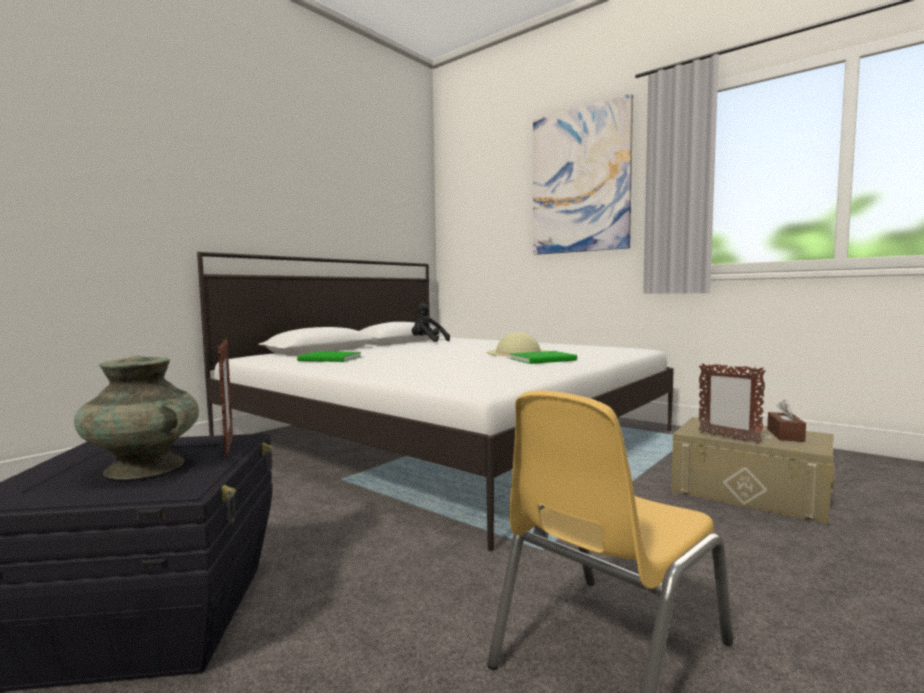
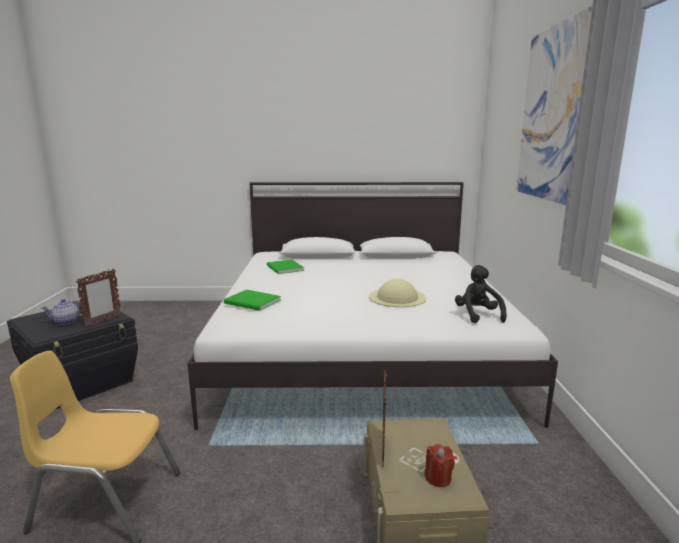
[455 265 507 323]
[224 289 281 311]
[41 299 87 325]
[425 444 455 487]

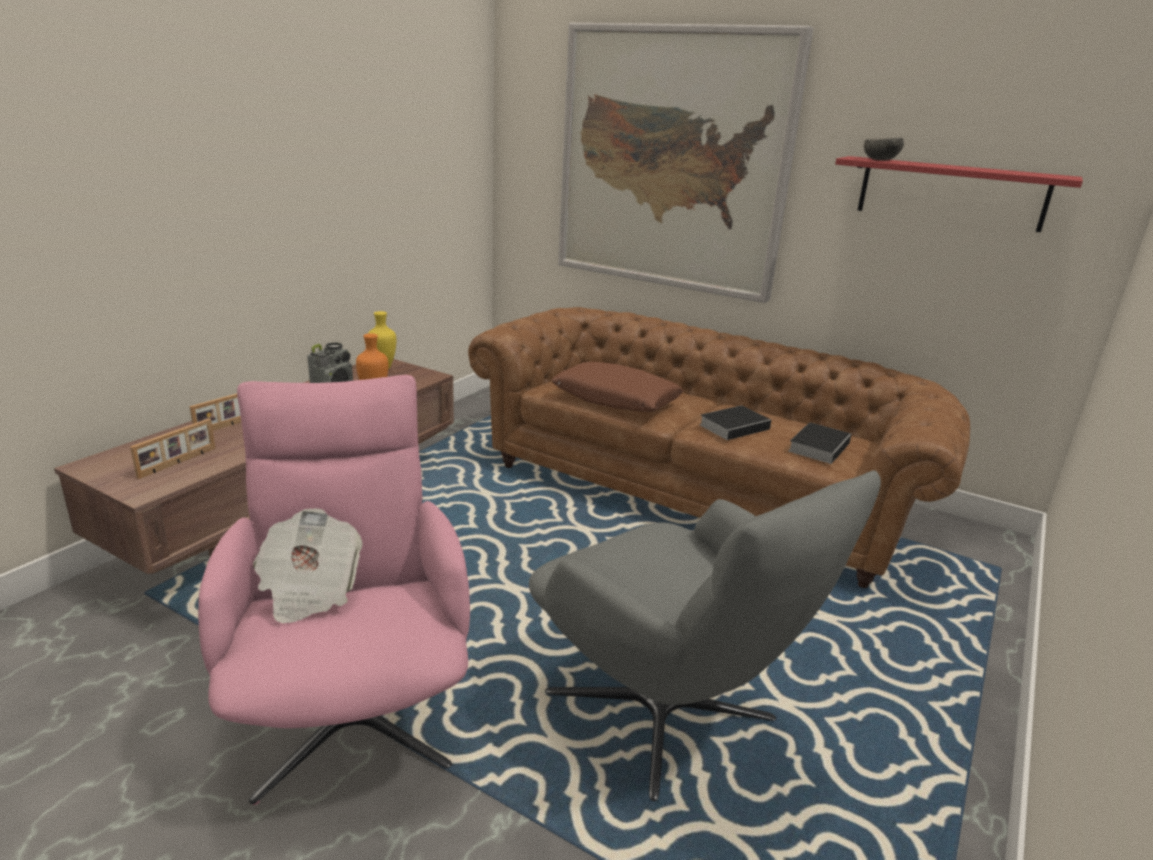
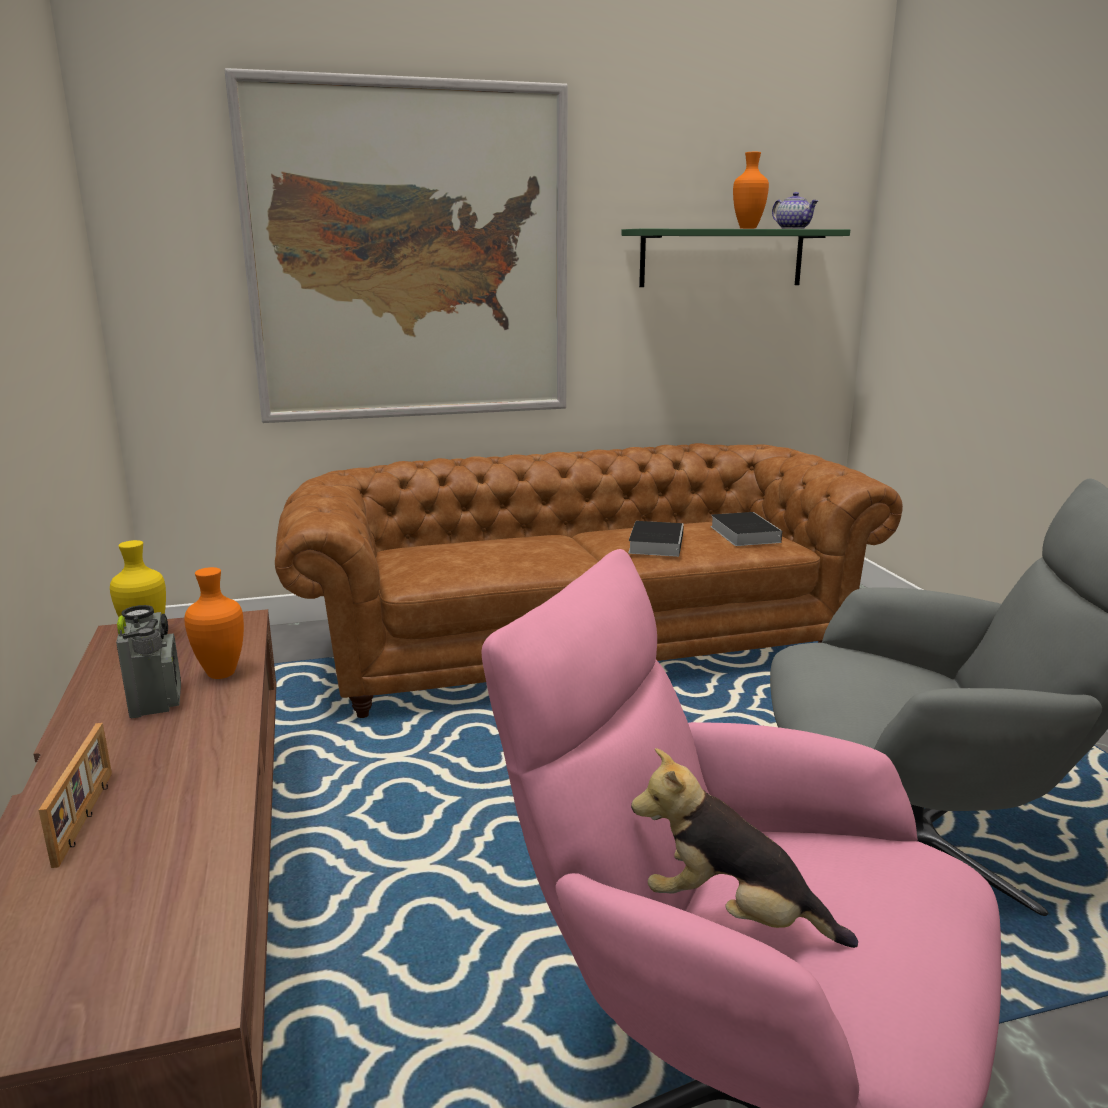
[130 419 216 479] (first image)
[551 362 684 412] (first image)
[864 138 904 160] (first image)
[733 152 769 229]
[772 192 818 229]
[631 748 858 948]
[621 229 850 287]

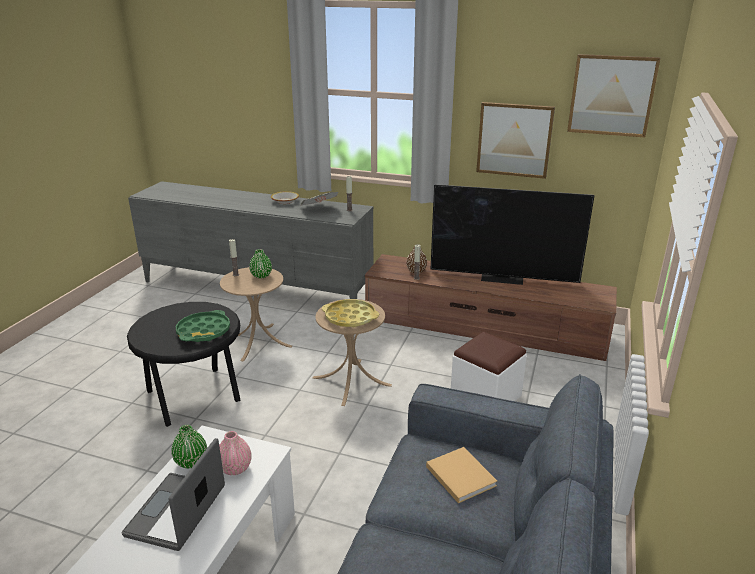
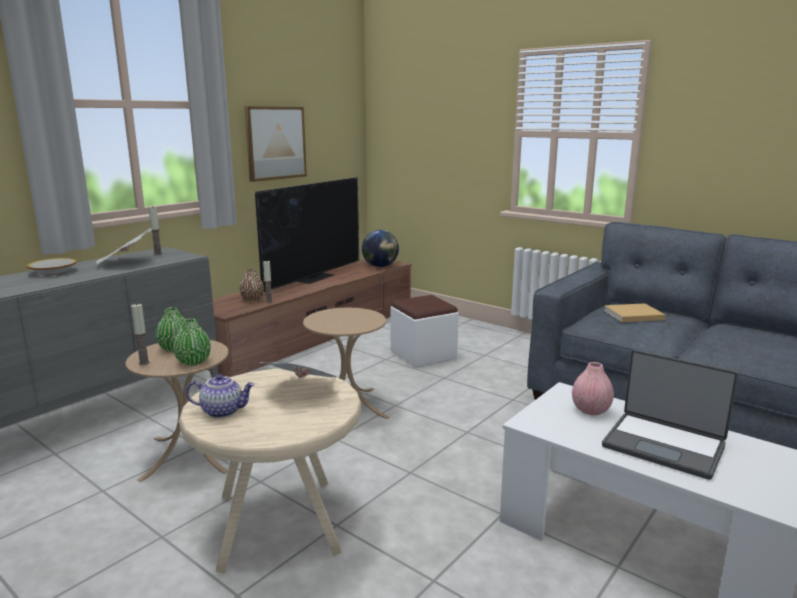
[322 299 379 327] (first image)
[567 54 660 137] (first image)
[186 374 255 418]
[362 230 399 267]
[173 318 211 366]
[260 362 338 378]
[179 369 361 574]

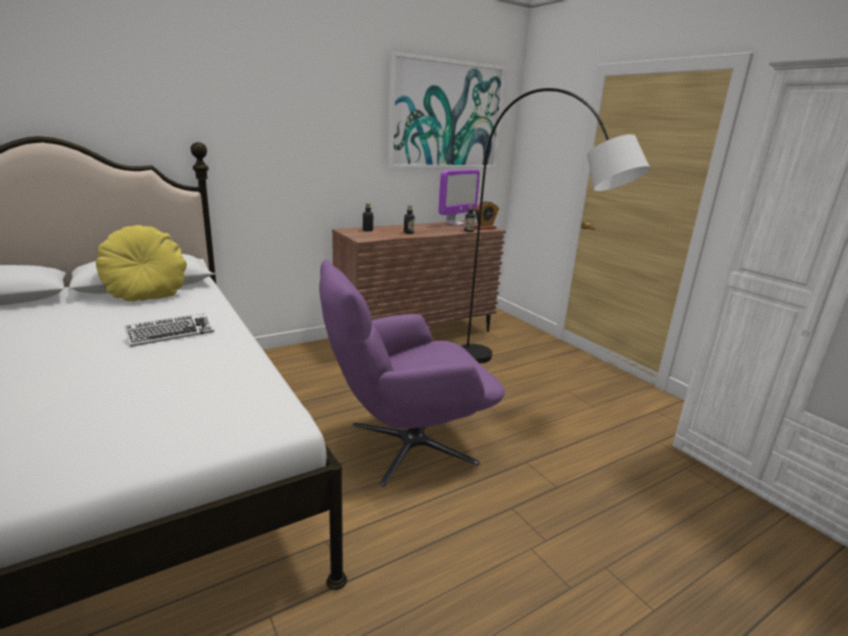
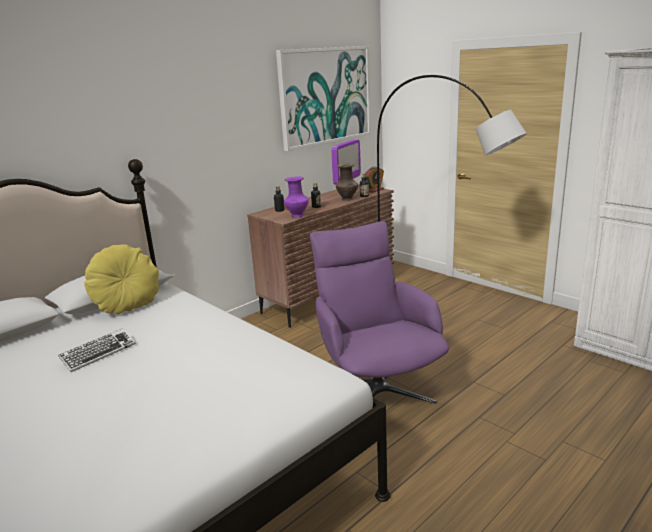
[284 176 309 217]
[336 163 358 201]
[58 328 136 372]
[310 221 449 404]

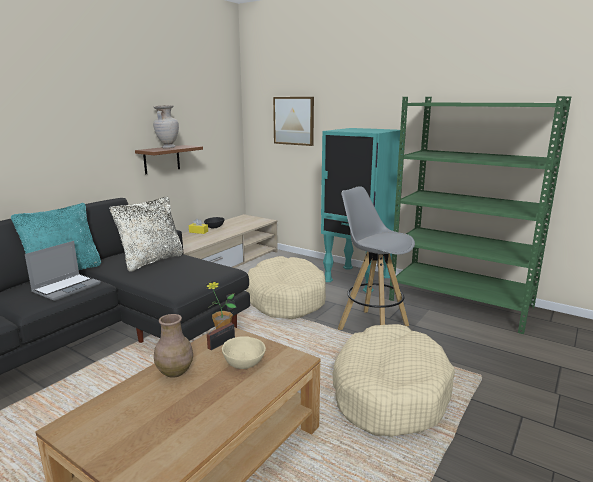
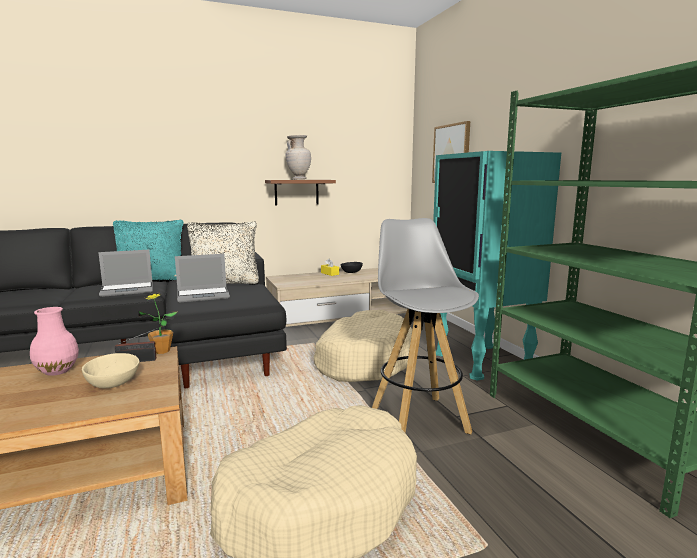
[175 254 230 302]
[30 307 79 376]

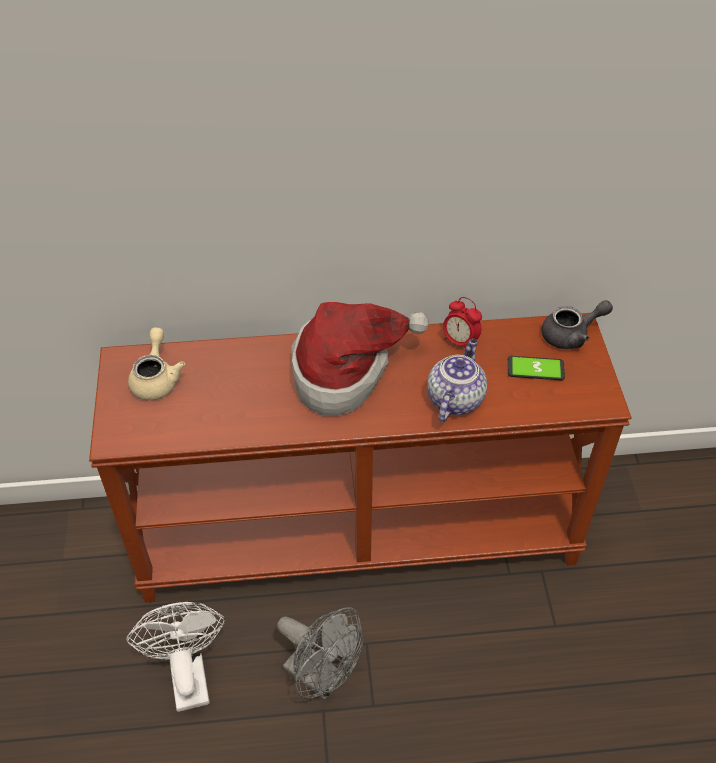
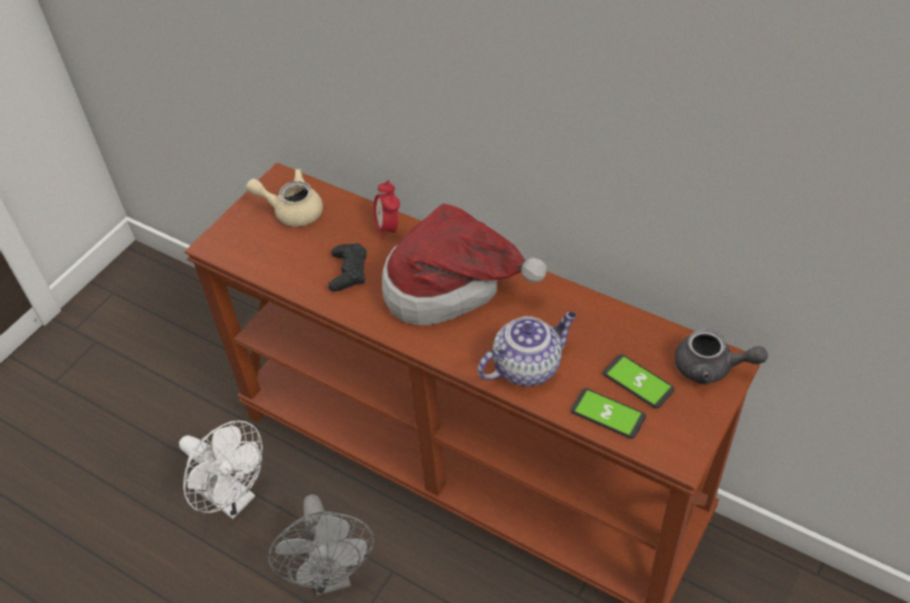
[328 243 367 292]
[571 388 646 439]
[374 180 400 240]
[179 421 263 519]
[246 168 323 227]

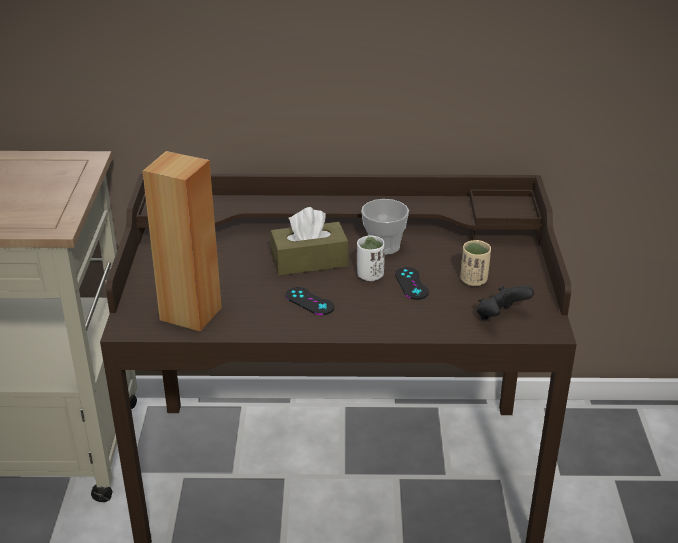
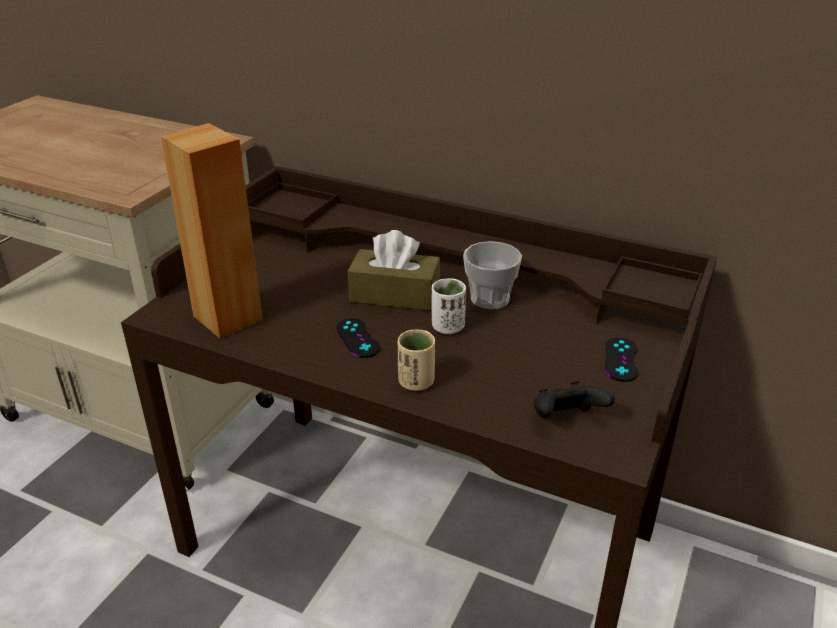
[605 338 638 382]
[398 329 435 391]

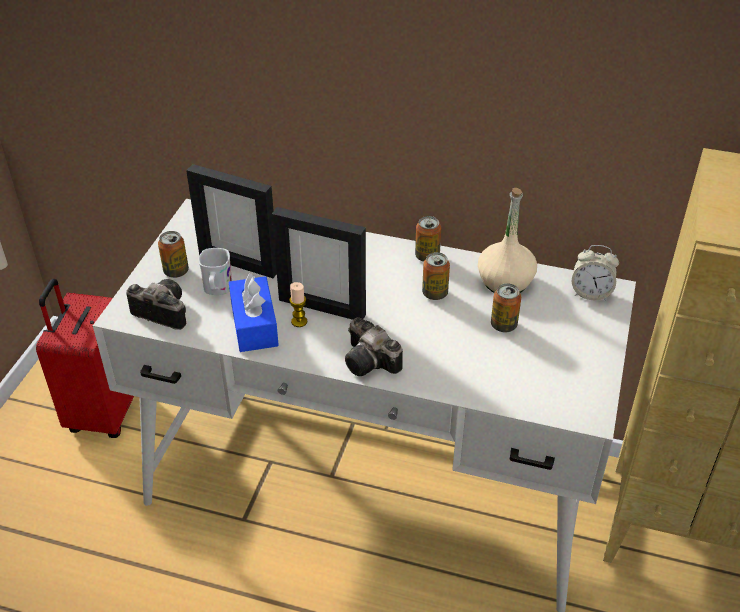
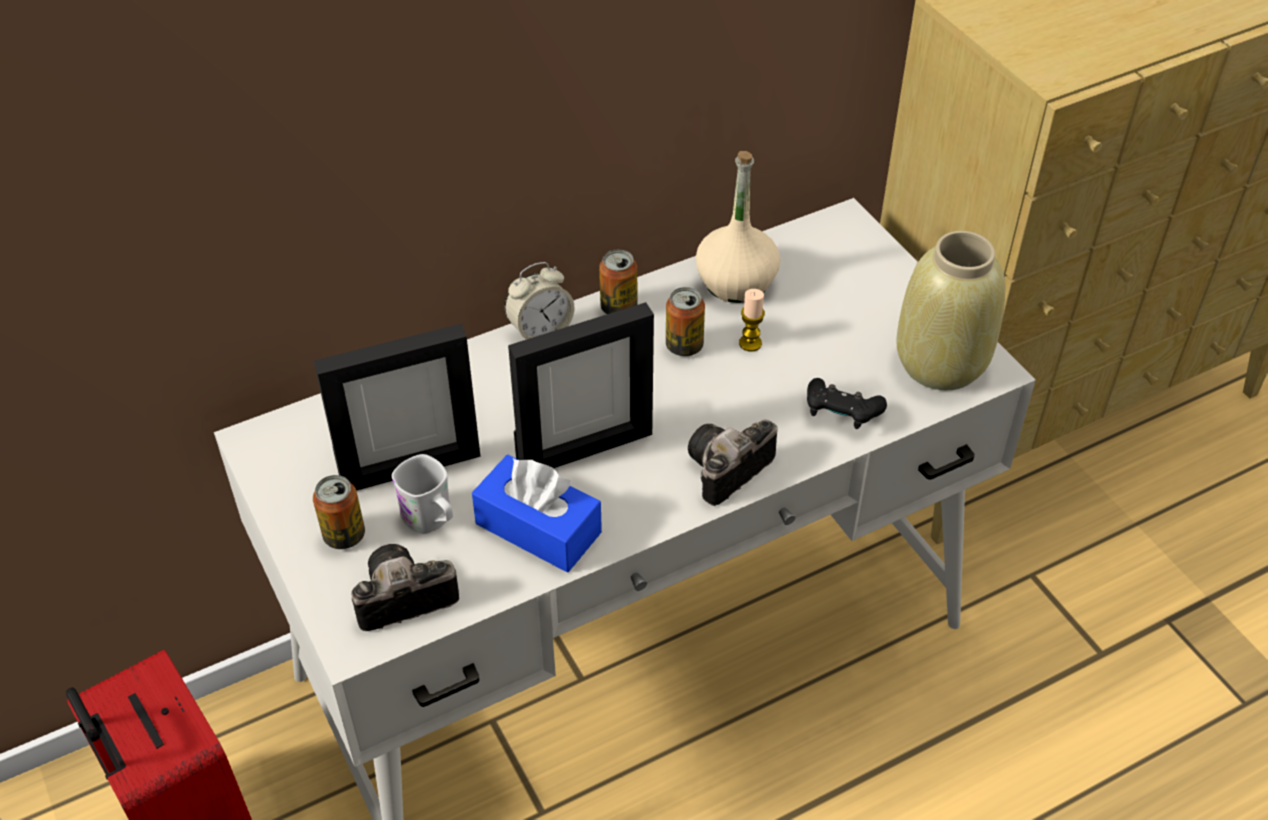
[491 283 521 332] (first image)
[807 378 887 429]
[896 231 1005 390]
[739 289 765 352]
[505 262 574 340]
[688 419 778 506]

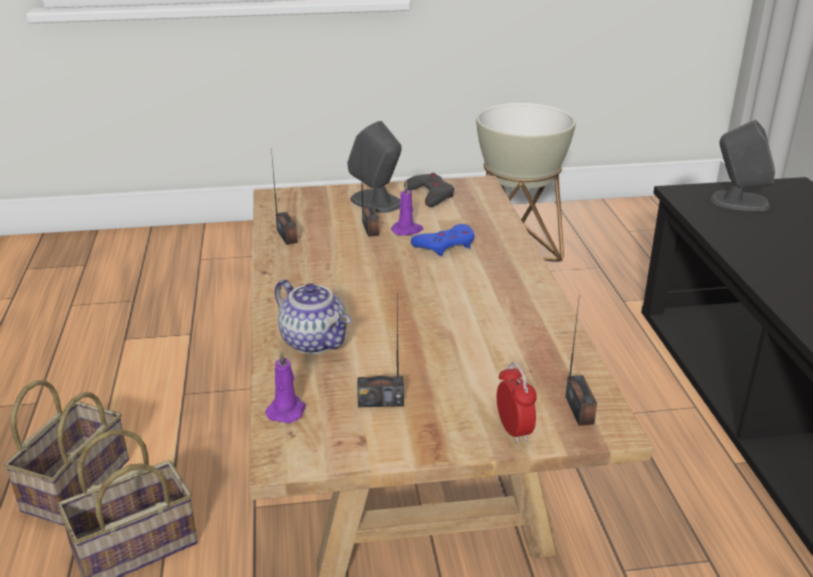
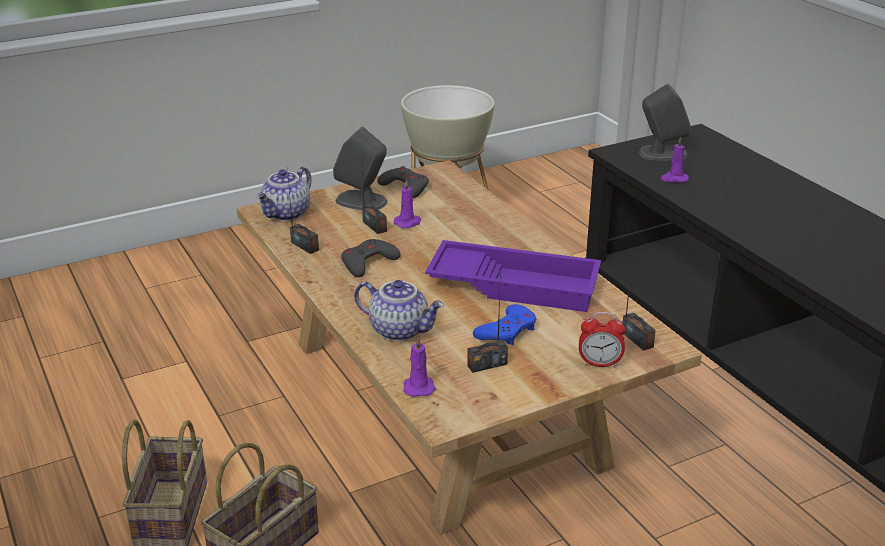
[256 166 312 221]
[341 239 401 277]
[425 240 601 312]
[660 137 689 183]
[473 304 536 345]
[579 312 625 368]

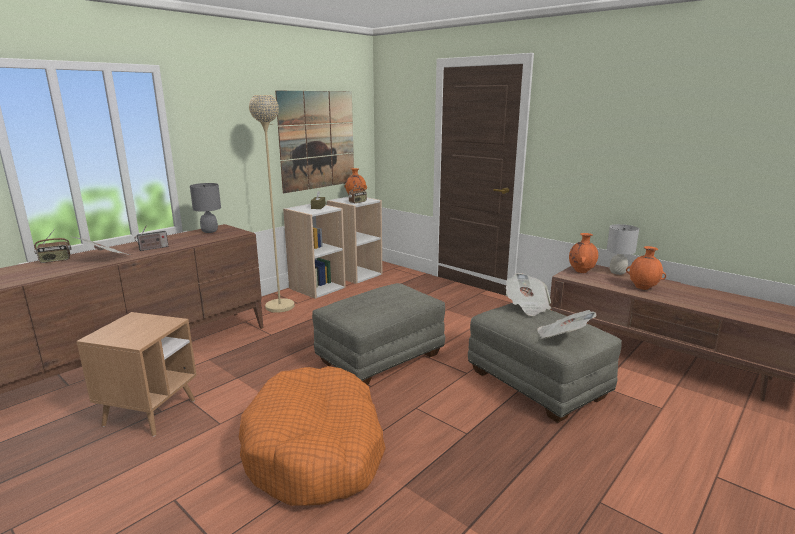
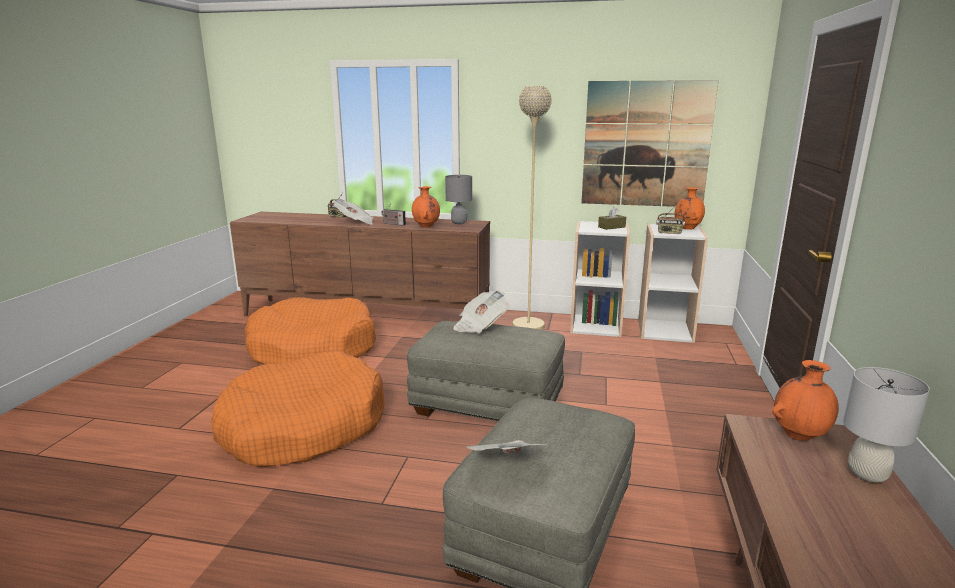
[453 290 509 334]
[412 186 440 228]
[244 297 376 364]

